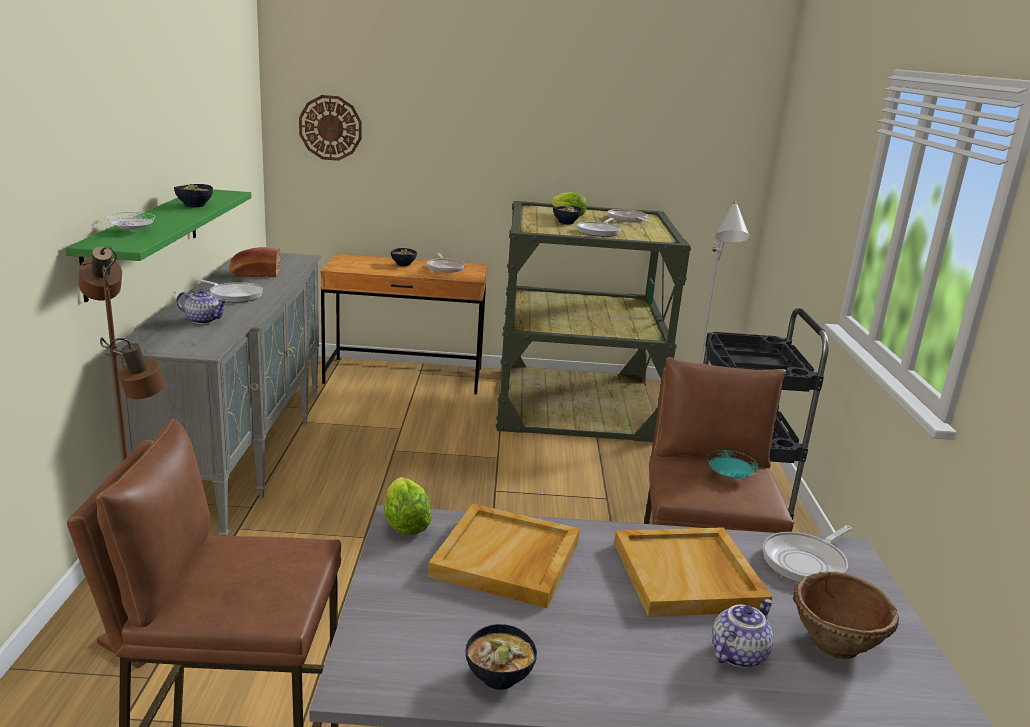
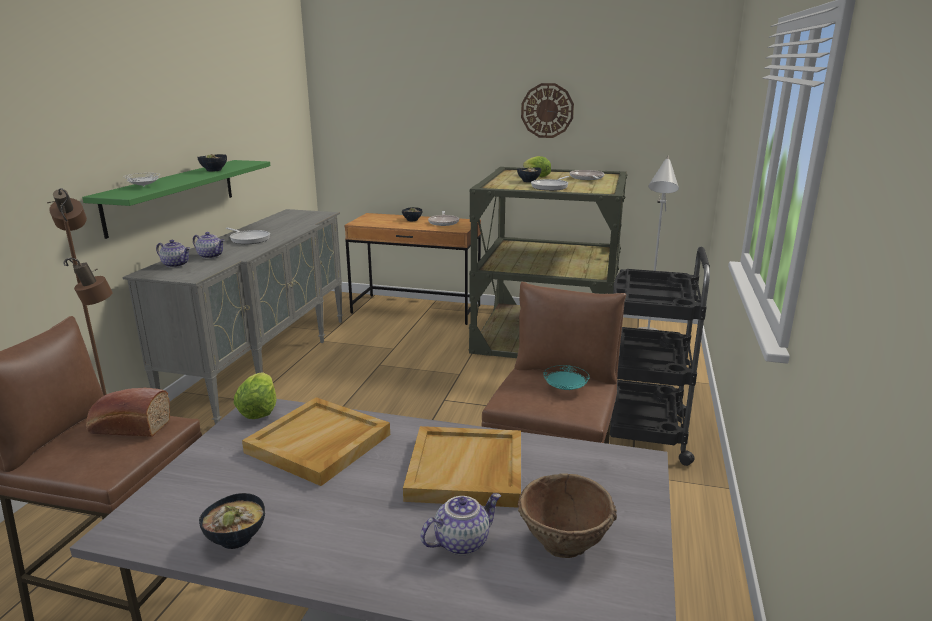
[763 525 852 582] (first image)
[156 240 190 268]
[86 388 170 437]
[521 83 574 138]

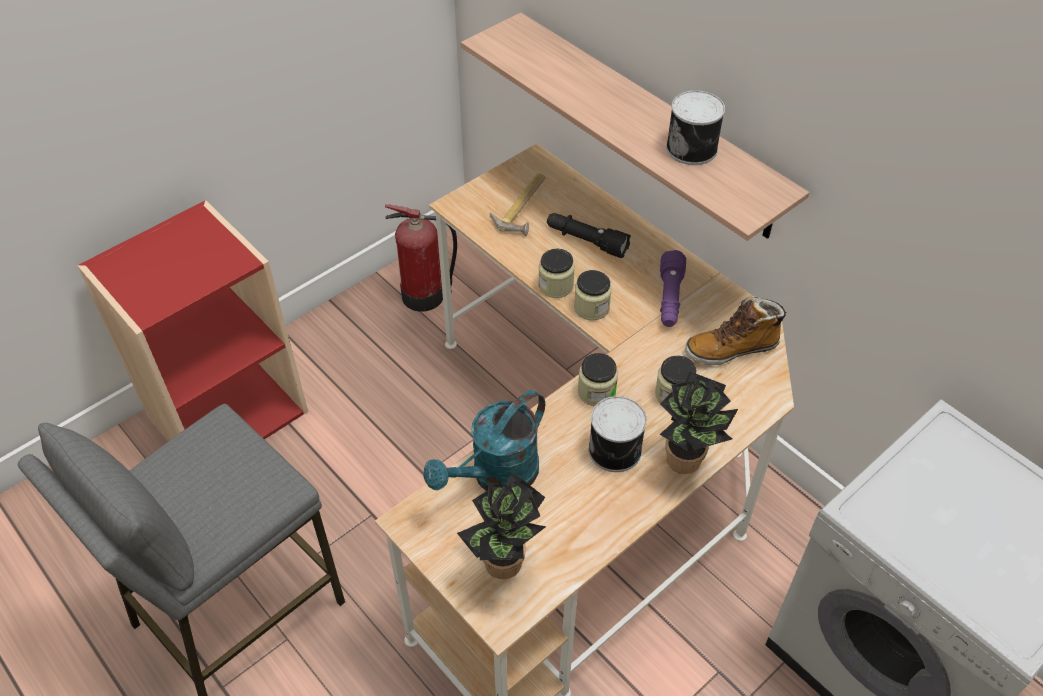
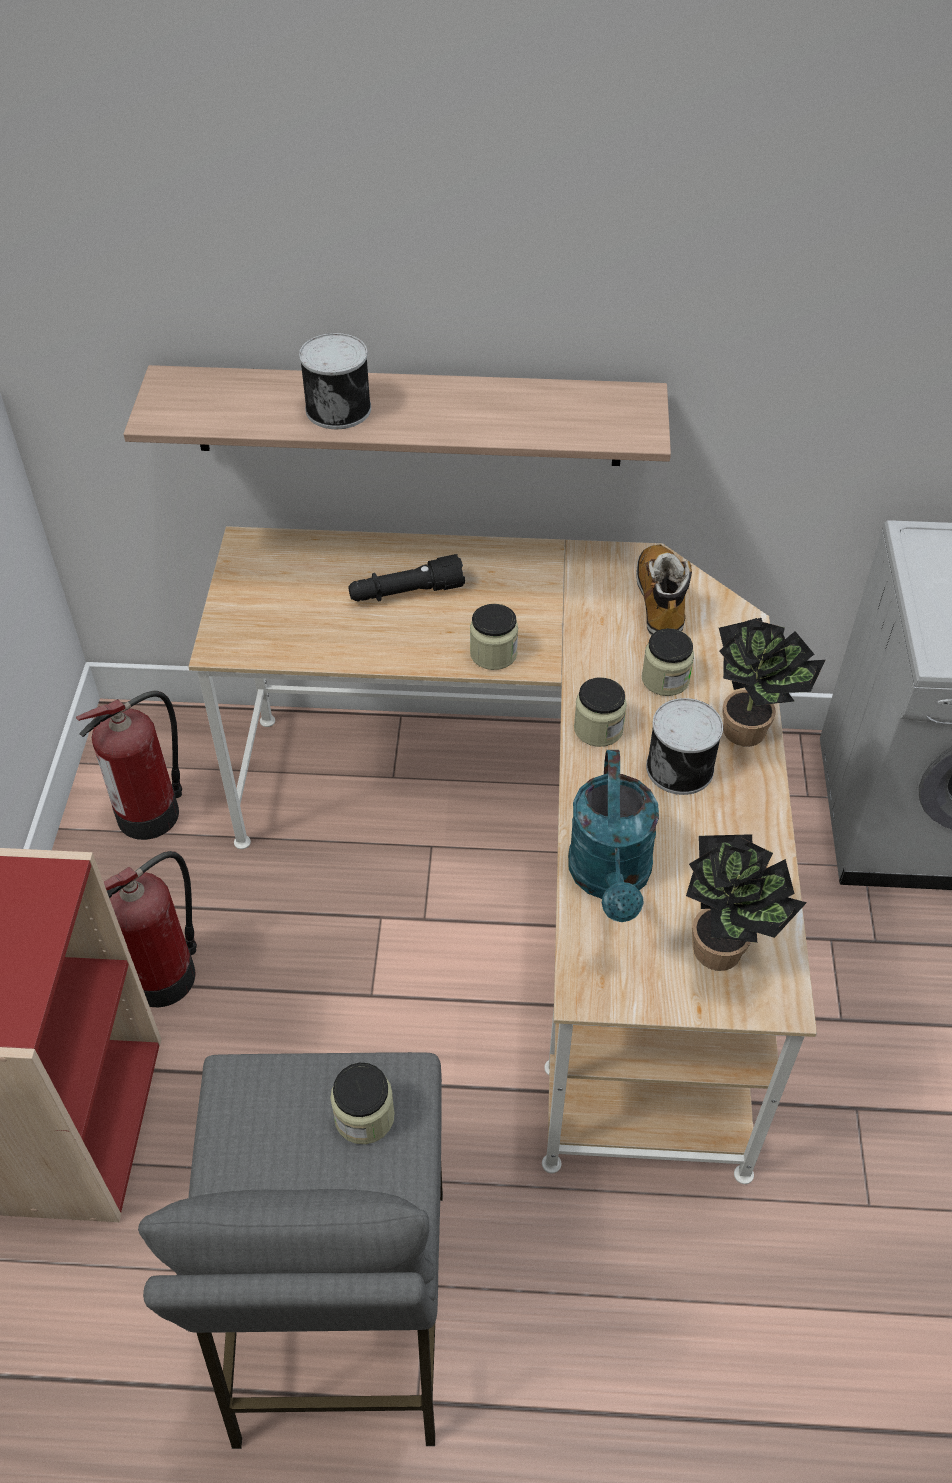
[490 173 545 236] (first image)
[660 250 686 327] (first image)
[104 851 197 1007]
[330 1063 395 1144]
[299 333 371 429]
[636 544 692 635]

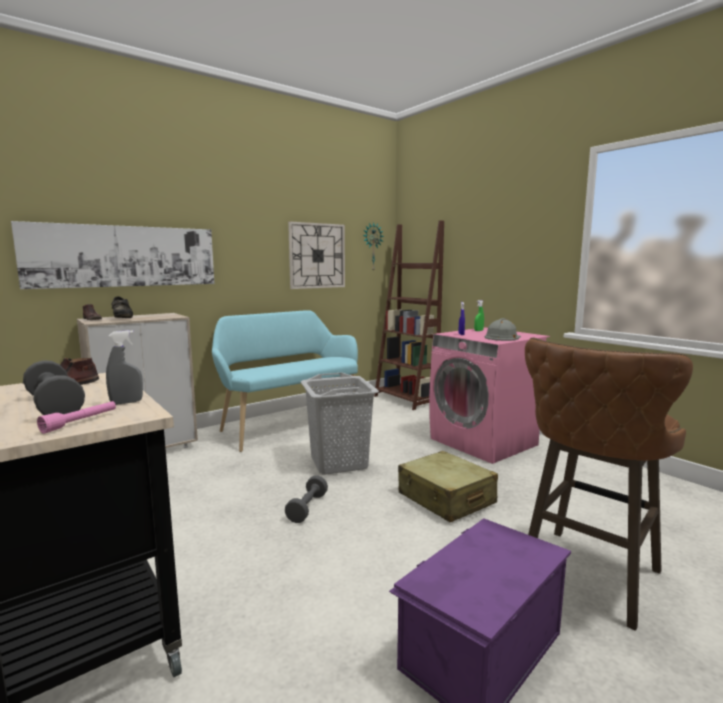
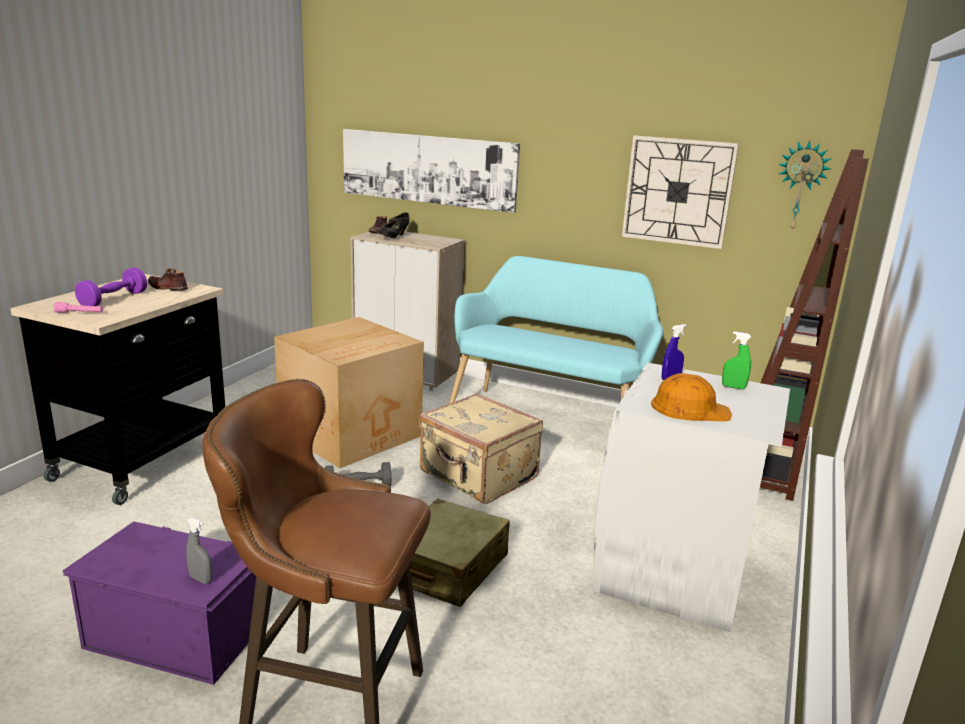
[274 317 424 468]
[186 517 212 584]
[419 393 543 504]
[75 268 147 306]
[593 363 790 632]
[651 373 732 421]

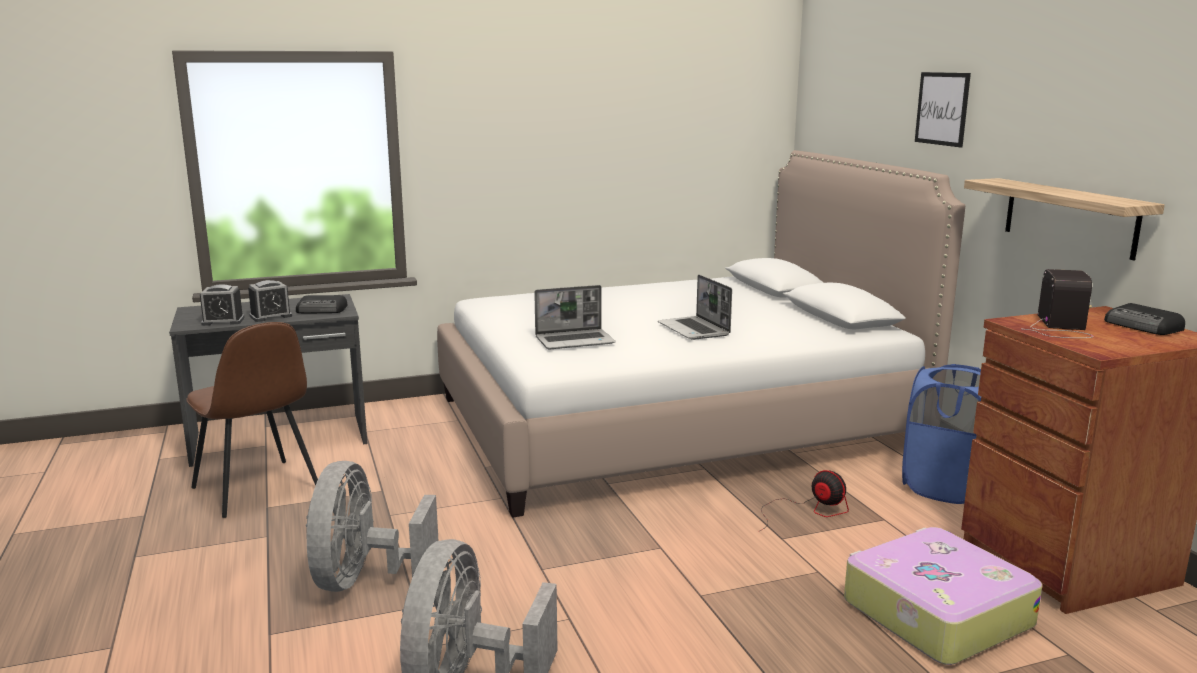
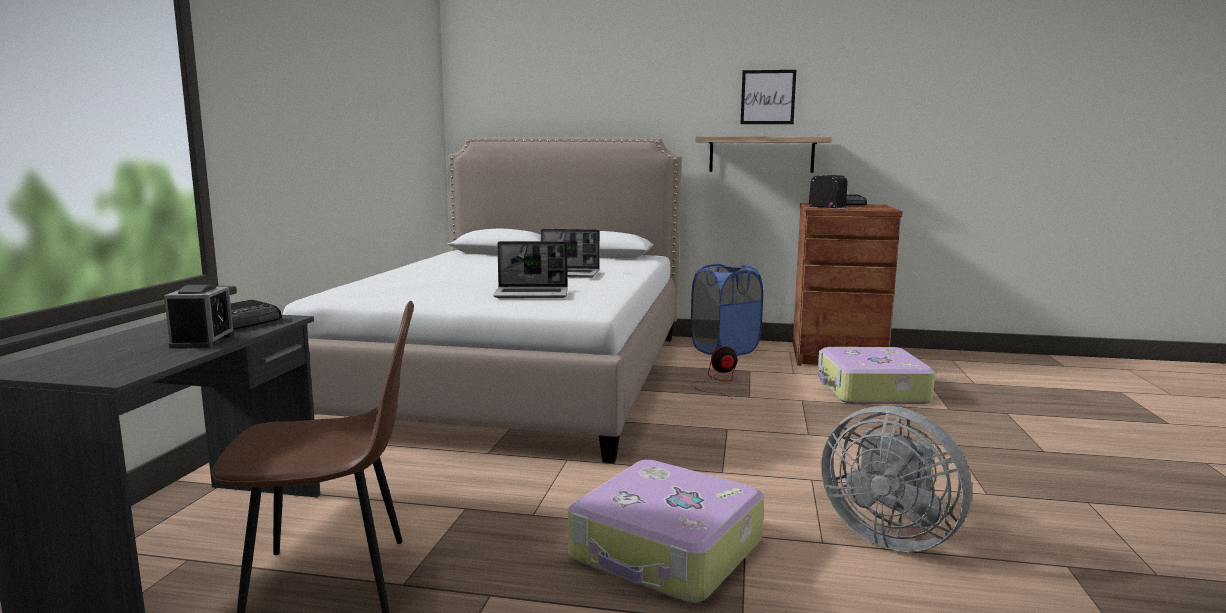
[200 284 245 326] (first image)
[740 70 796 124]
[568 460 764 603]
[493 241 568 298]

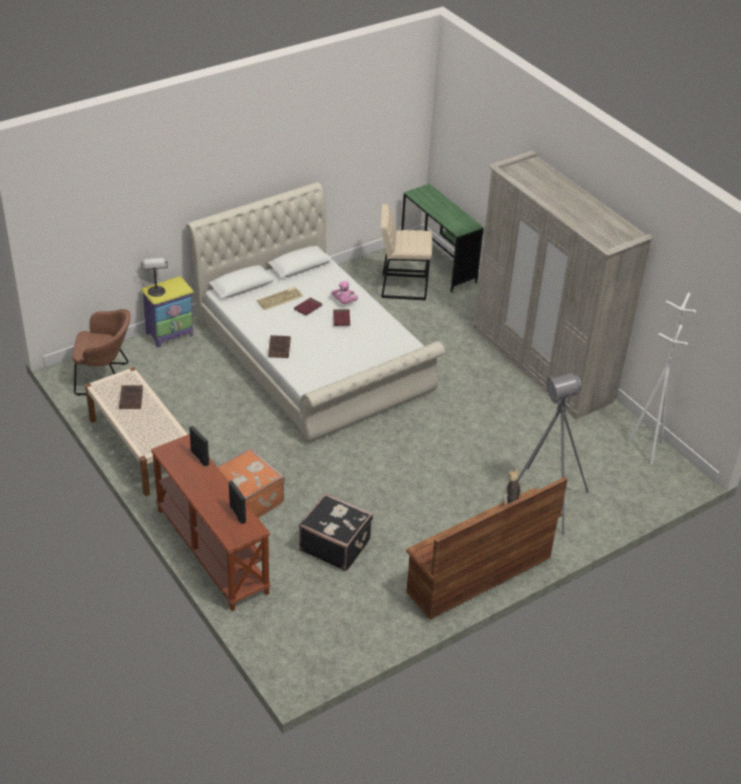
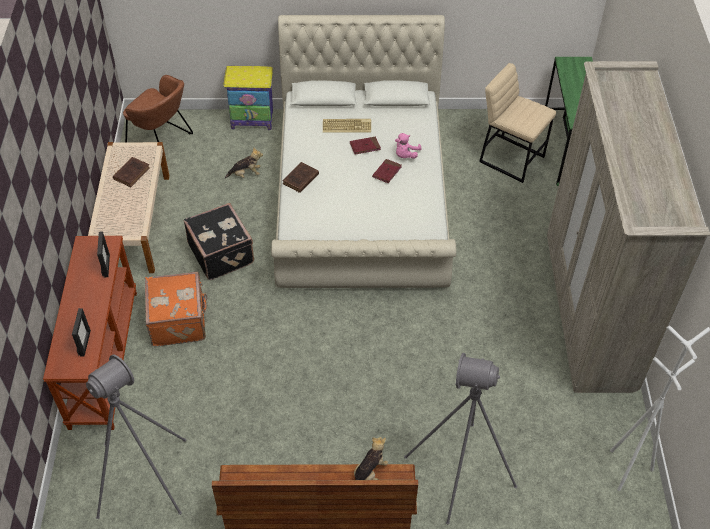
[141 258 168 297] (first image)
[86 354 186 519]
[225 147 263 179]
[184 203 254 280]

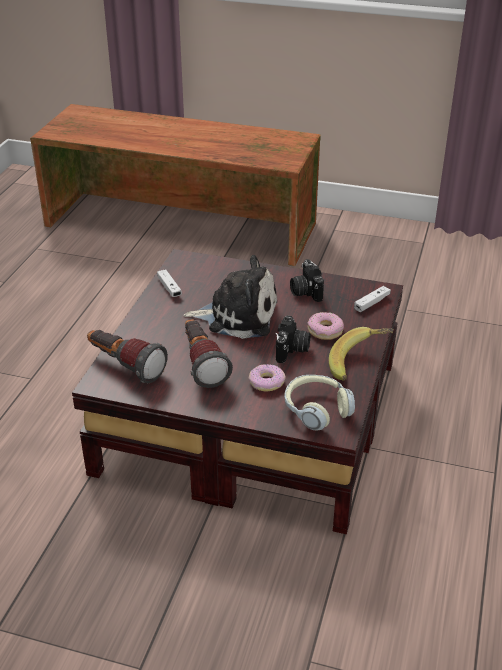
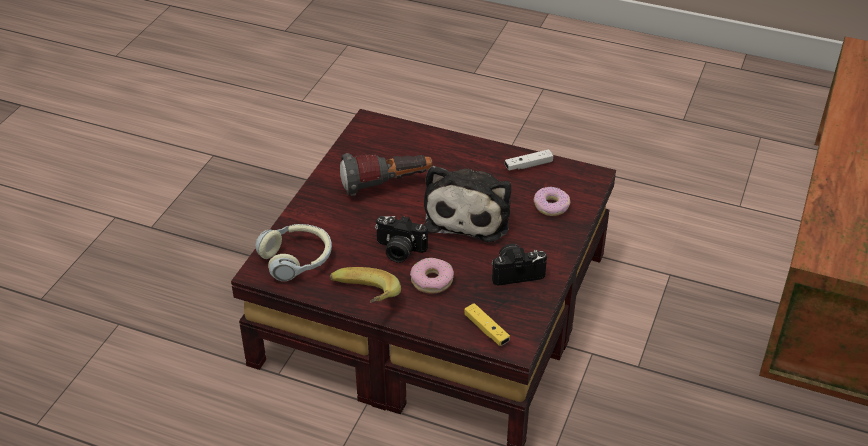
[87 330 168 383] (first image)
[534 187 570 216]
[464 303 510 346]

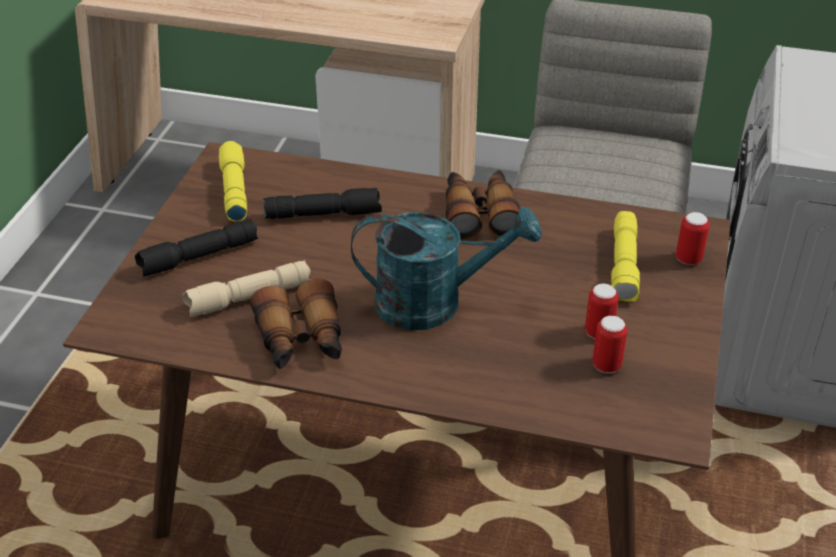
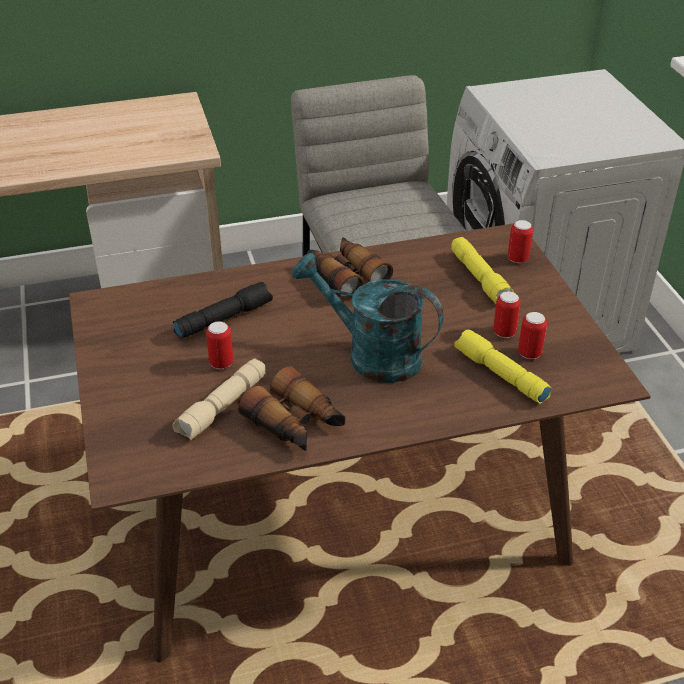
[135 219 258 277] (first image)
[206 321 234 369]
[454 329 552 404]
[292 253 444 383]

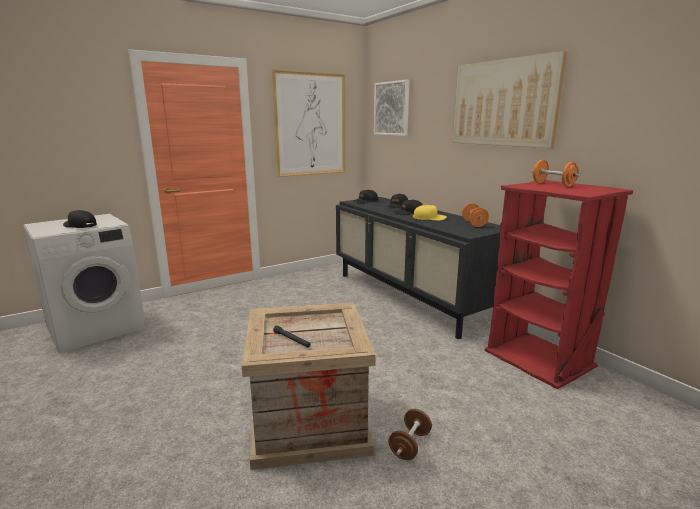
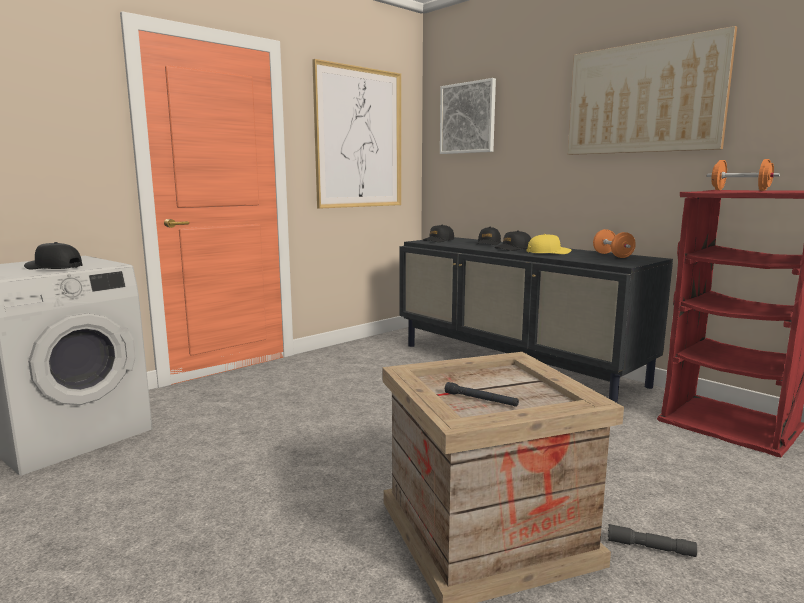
[608 524 697 557]

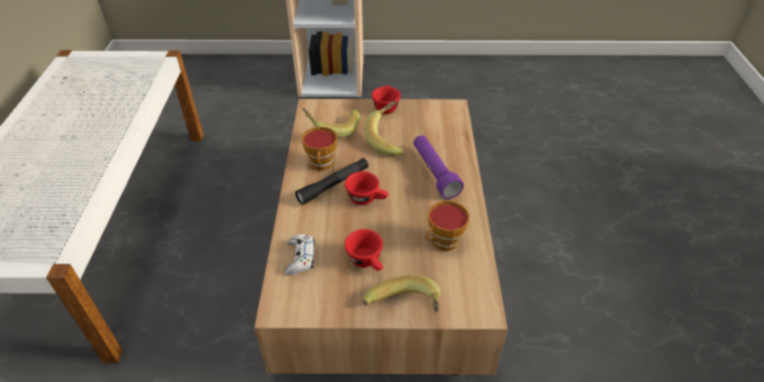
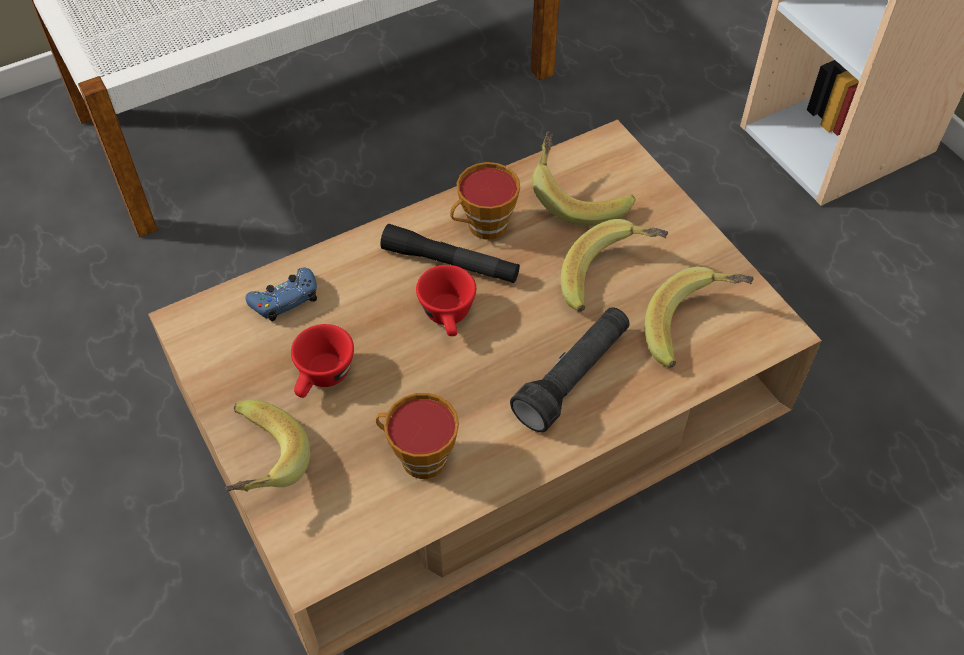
[372 85 401 114] (first image)
[645 267 753 368]
[246 267 317 322]
[510 307 630 432]

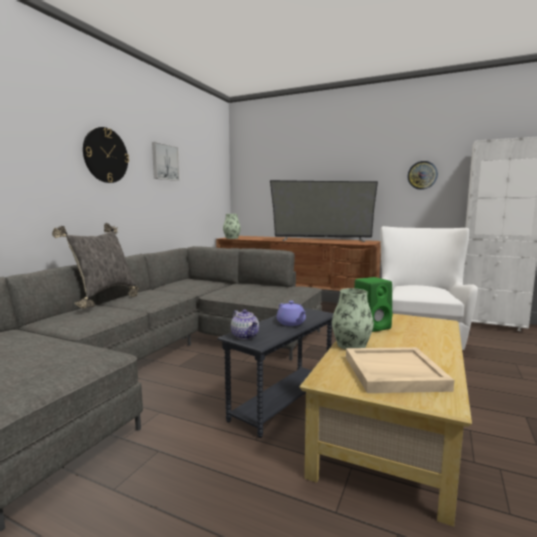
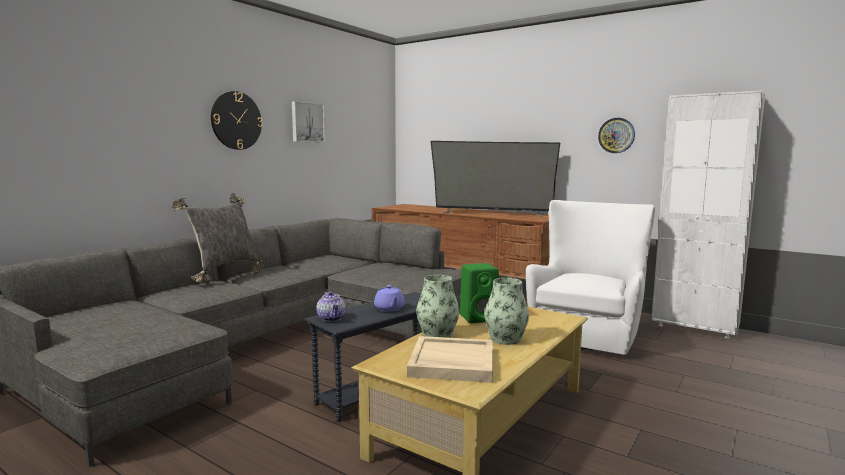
[485 278 529 345]

